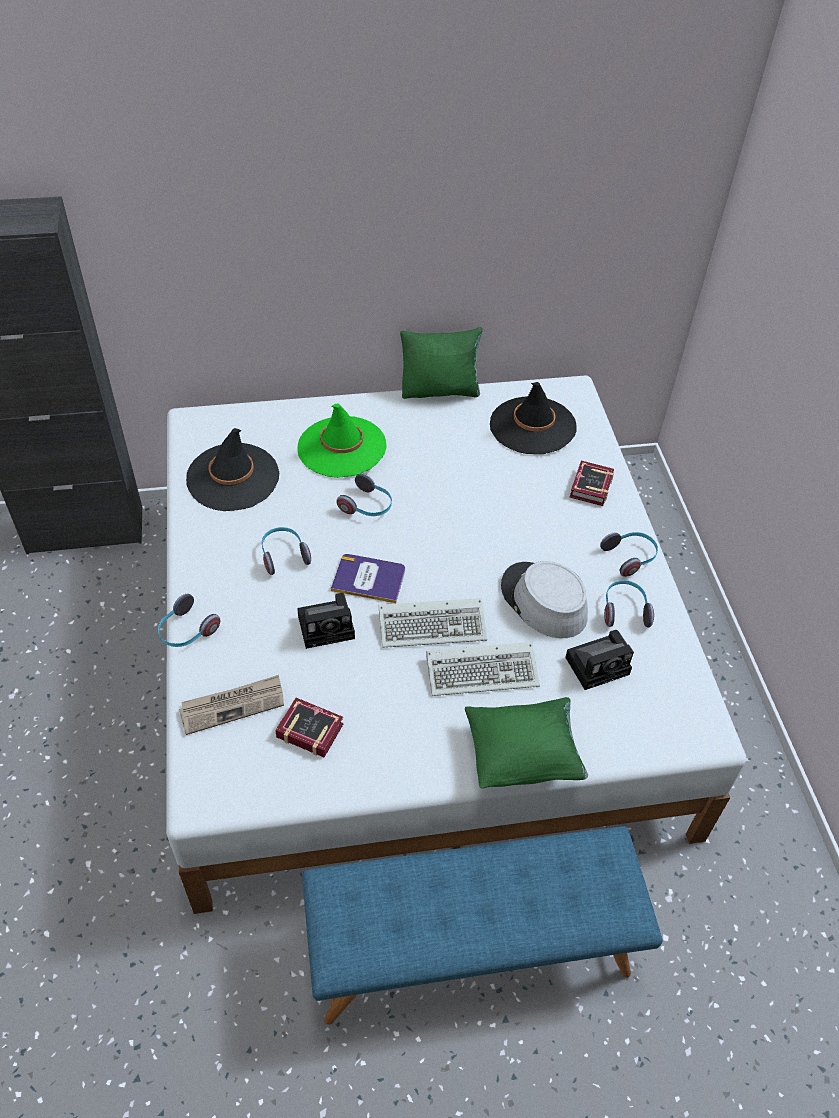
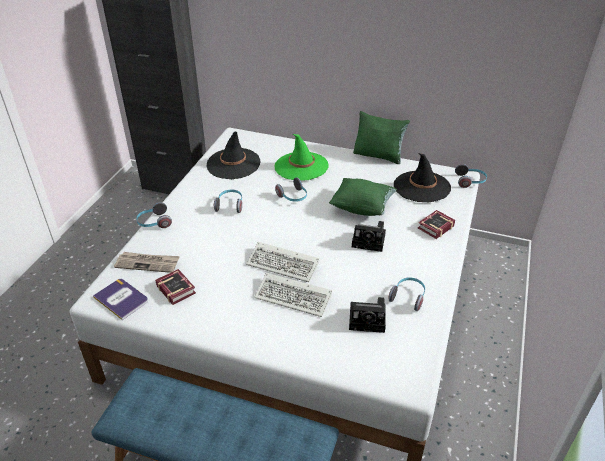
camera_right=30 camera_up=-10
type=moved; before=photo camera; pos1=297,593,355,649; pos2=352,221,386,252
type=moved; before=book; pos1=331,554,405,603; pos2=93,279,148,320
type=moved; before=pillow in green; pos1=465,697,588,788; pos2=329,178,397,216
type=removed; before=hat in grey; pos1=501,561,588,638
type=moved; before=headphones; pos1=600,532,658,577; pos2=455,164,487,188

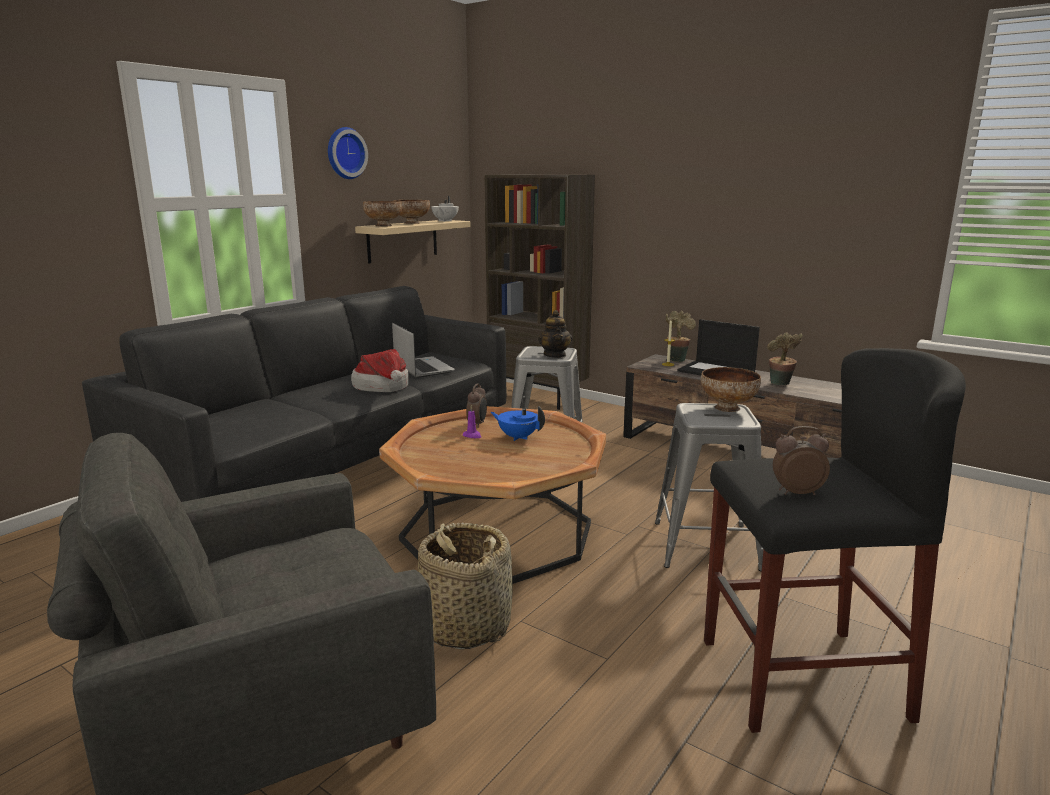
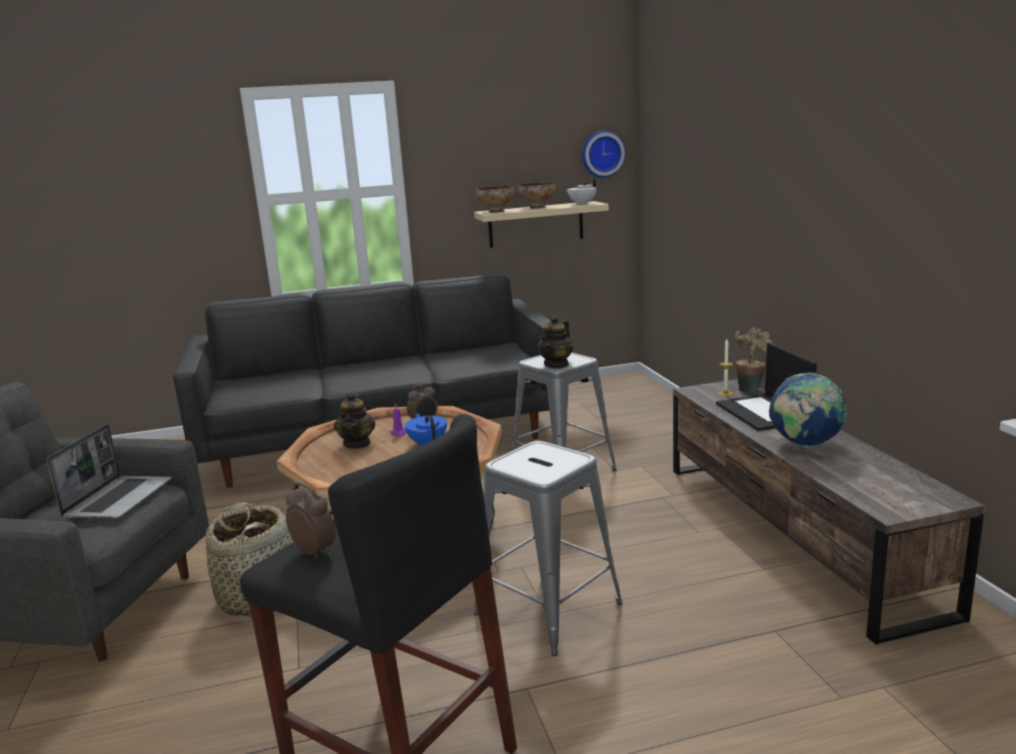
camera_right=40 camera_up=0
type=moved; before=wall clock; pos1=328,127,368,179; pos2=582,130,625,178
type=removed; before=hat; pos1=351,349,409,392
type=moved; before=laptop; pos1=392,323,455,378; pos2=47,424,172,520
type=removed; before=bookcase in brown; pos1=484,175,595,410
type=removed; before=bowl; pos1=701,367,761,412
type=replaced; before=potted plant; after=globe; pos1=767,332,803,385; pos2=769,373,848,447
type=added; after=teapot; pos2=334,392,375,449

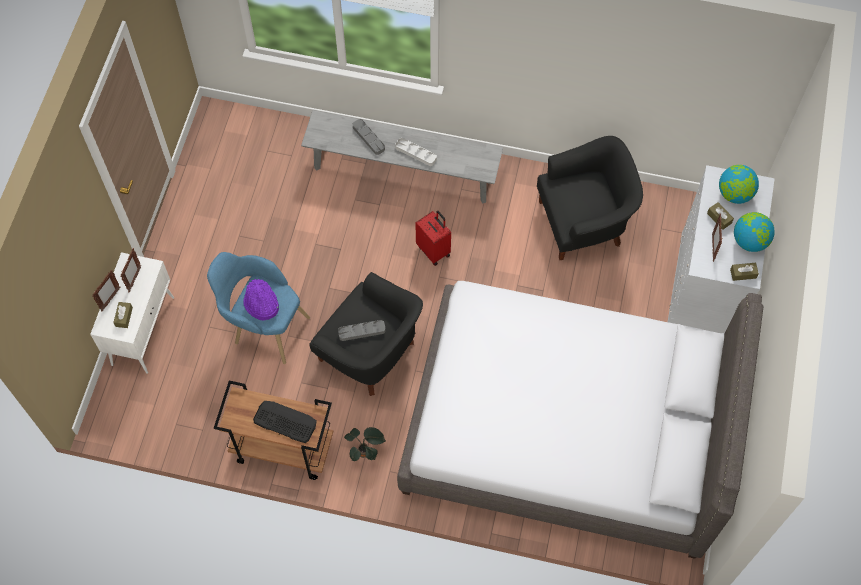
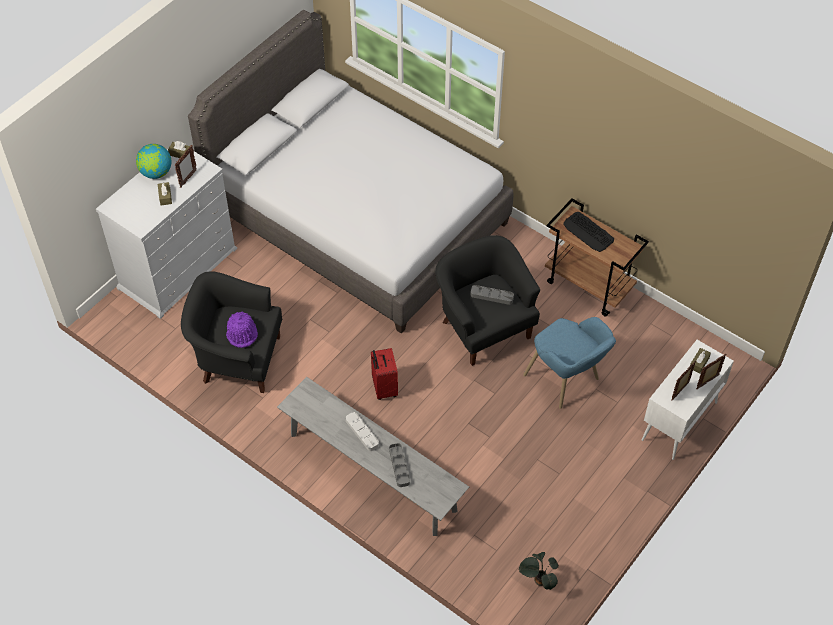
camera_right=-155 camera_up=-10
type=moved; before=hat in purple; pos1=243,279,279,320; pos2=226,312,258,348
type=moved; before=potted plant; pos1=344,427,386,461; pos2=519,552,559,590
type=removed; before=globe; pos1=719,165,759,204

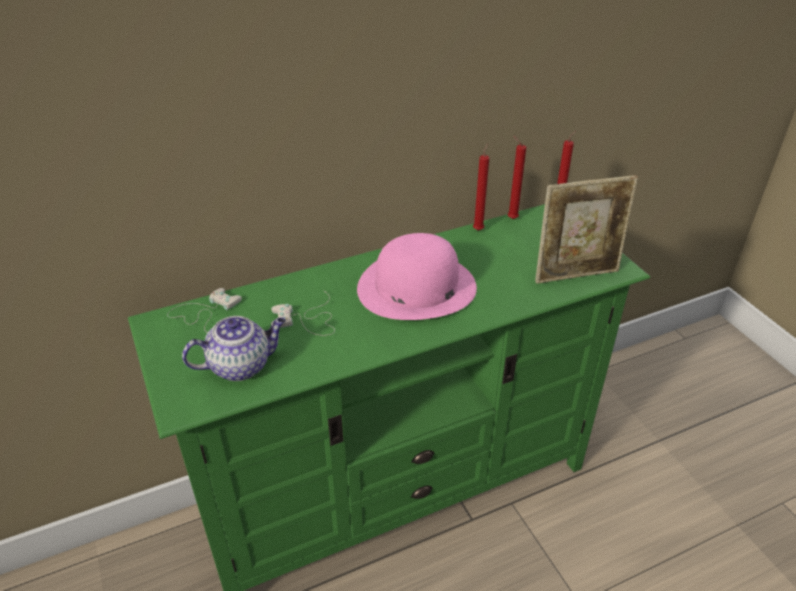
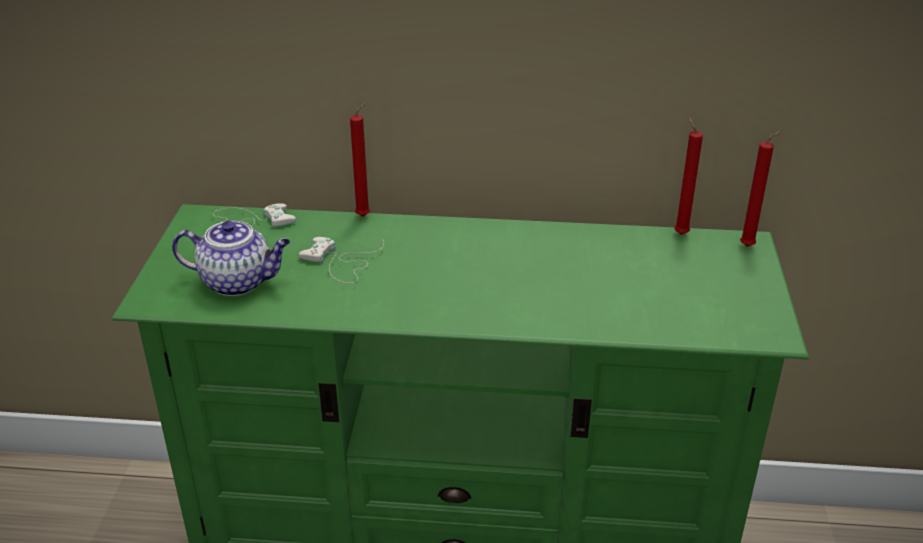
camera_right=30 camera_up=-5
type=removed; before=hat in pink; pos1=357,233,477,320
type=moved; before=candle in red; pos1=473,144,489,231; pos2=350,102,370,216
type=removed; before=picture frame; pos1=535,175,638,284

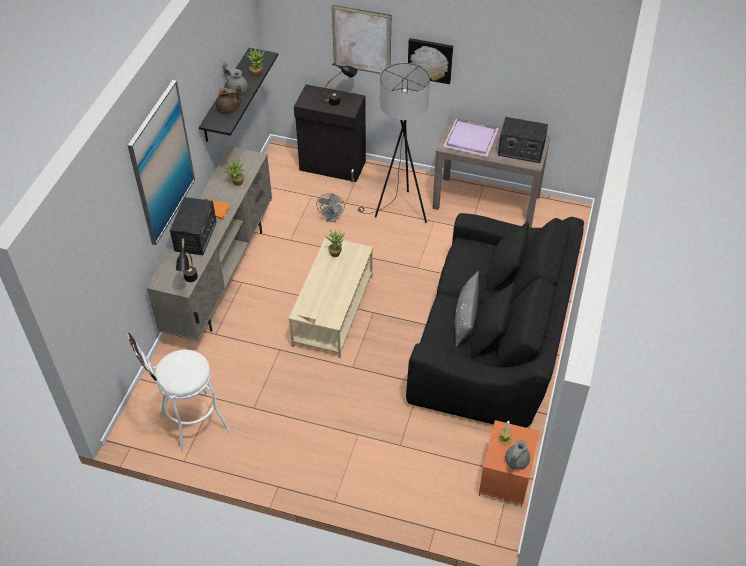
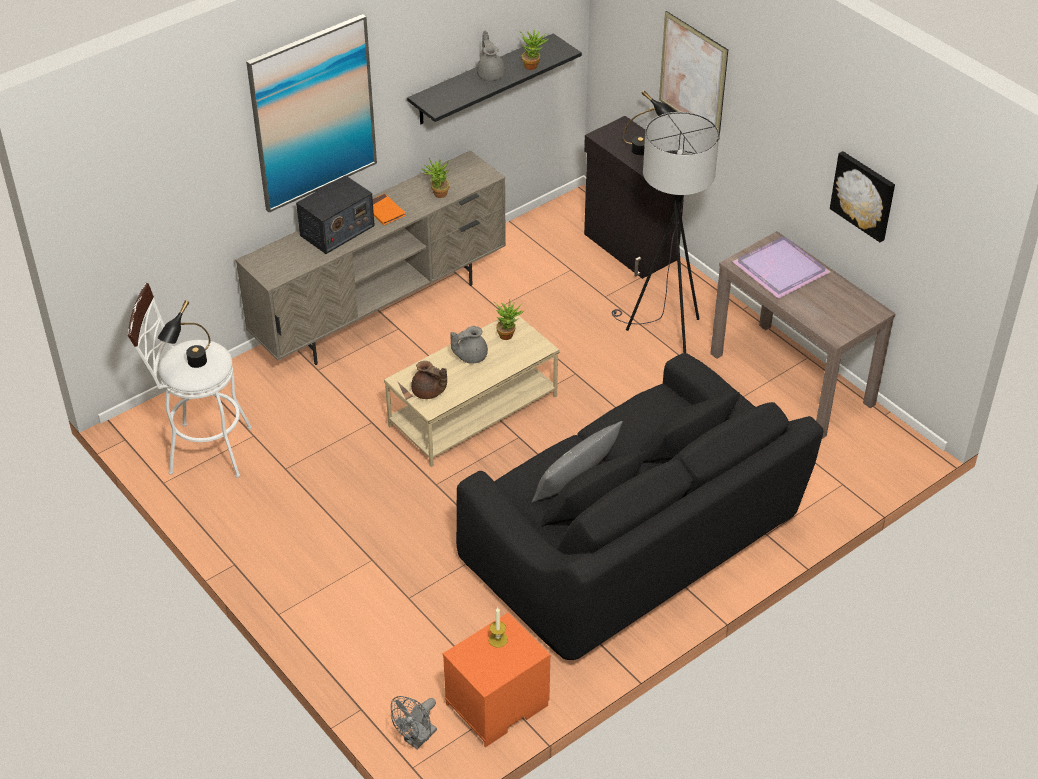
camera_right=35 camera_up=-5
type=moved; before=table lamp in black; pos1=176,238,198,282; pos2=157,300,210,368
type=moved; before=teapot in brown; pos1=216,85,242,114; pos2=411,361,447,399
type=moved; before=fan in grey; pos1=316,193,345,222; pos2=391,696,437,749
type=moved; before=picture; pos1=408,38,453,84; pos2=830,151,895,243
type=removed; before=radio; pos1=498,117,548,163
type=moved; before=teapot in grey; pos1=505,440,530,470; pos2=451,326,488,364

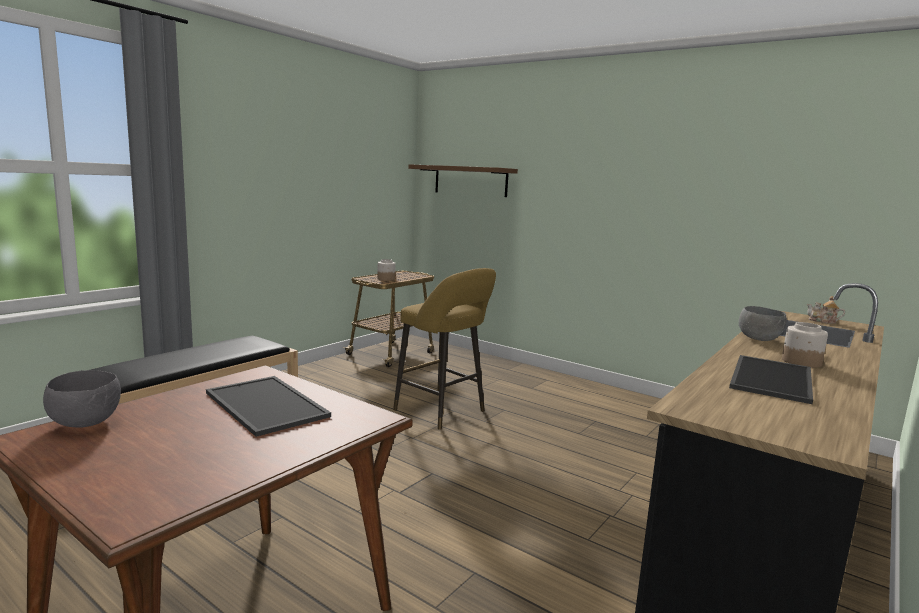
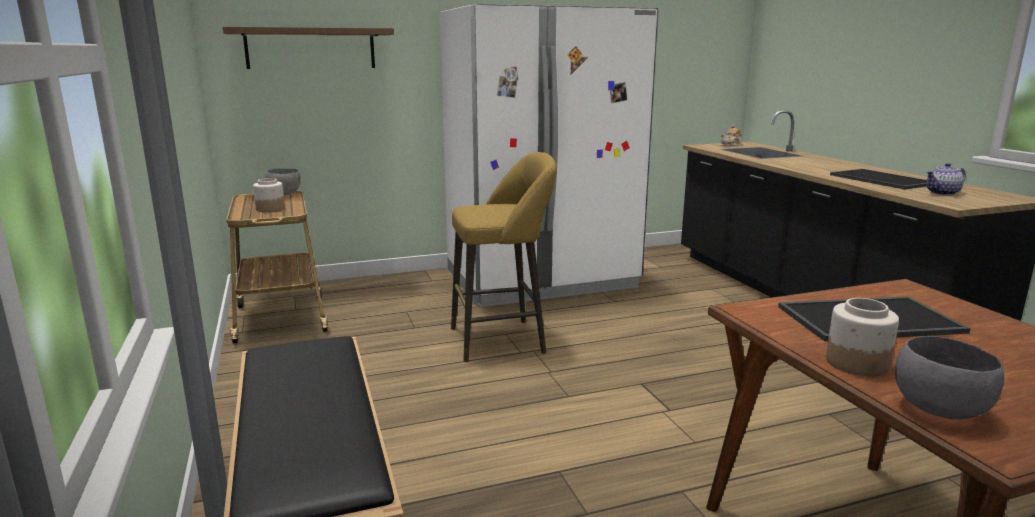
camera_right=-55 camera_up=5
type=moved; before=bowl in grey; pos1=739,306,787,341; pos2=265,168,301,195
type=moved; before=jar; pos1=782,322,828,368; pos2=826,298,899,376
type=added; after=fridge in white; pos2=439,4,659,307
type=added; after=teapot; pos2=926,163,966,196

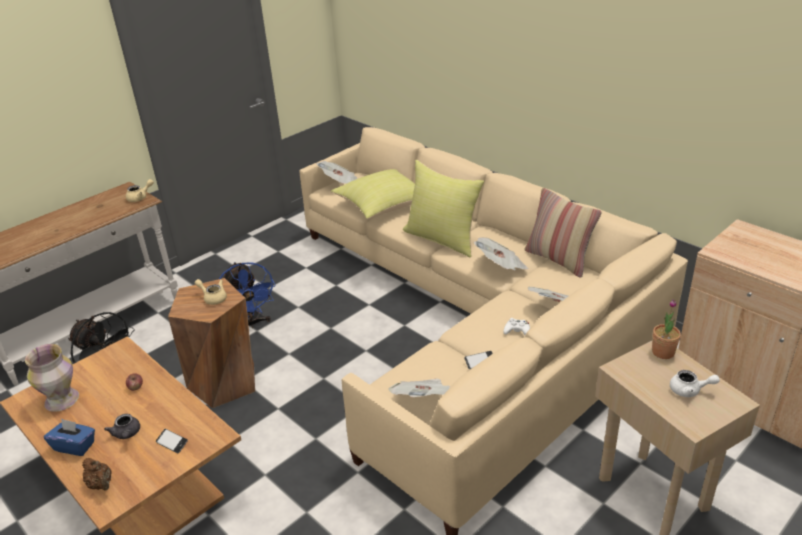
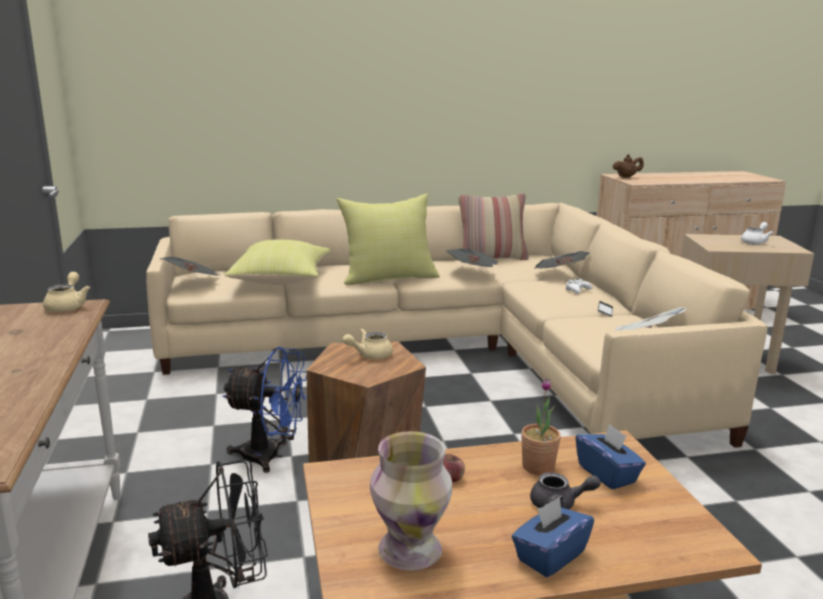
camera_right=-60 camera_up=-15
type=moved; before=teapot in brown; pos1=82,457,112,490; pos2=613,154,644,178
type=replaced; before=phone; after=tissue box in blue; pos1=156,429,188,453; pos2=576,424,646,489
type=moved; before=potted plant; pos1=652,299,681,359; pos2=521,378,561,475

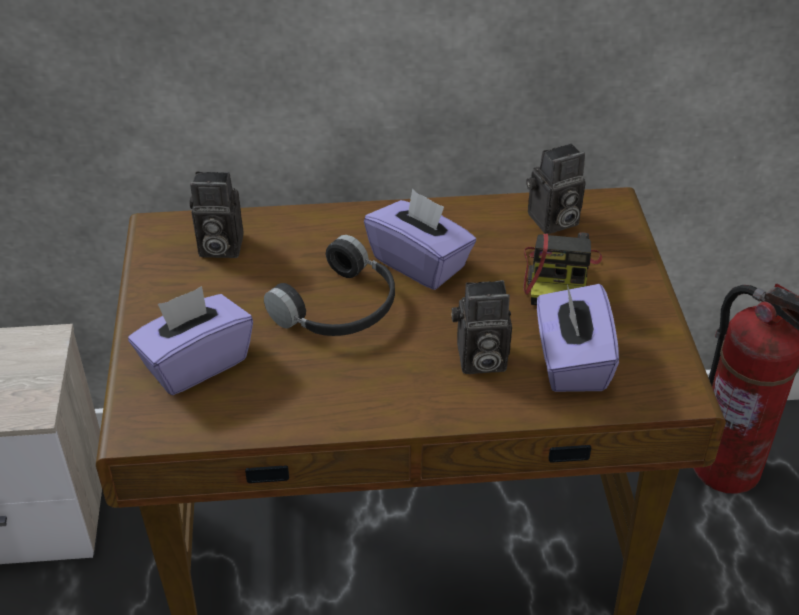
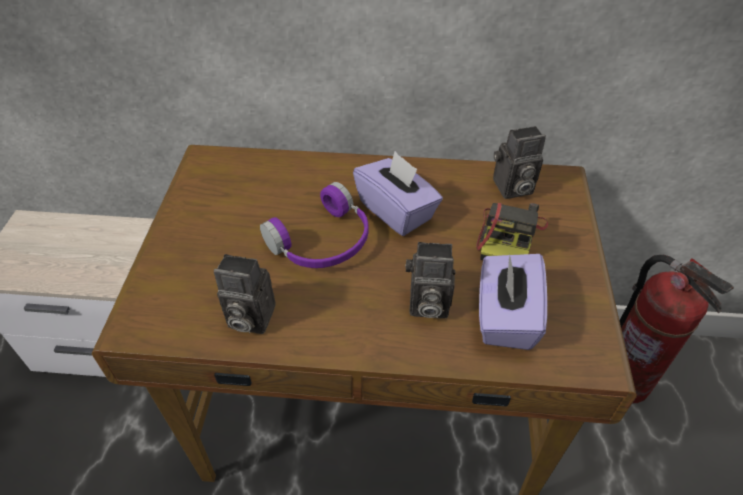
camera_right=10 camera_up=5
type=removed; before=tissue box in purple; pos1=128,286,253,395
type=moved; before=photo camera; pos1=190,171,244,258; pos2=214,254,276,334
type=recoloured; before=headphones in black; after=headphones in purple; pos1=264,235,395,336; pos2=260,182,368,268

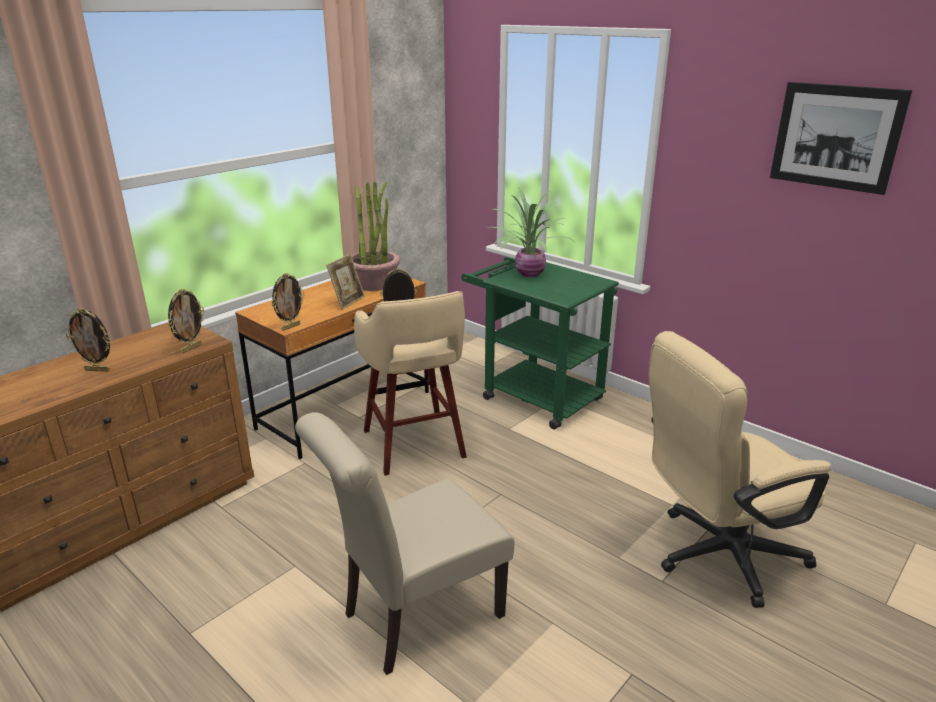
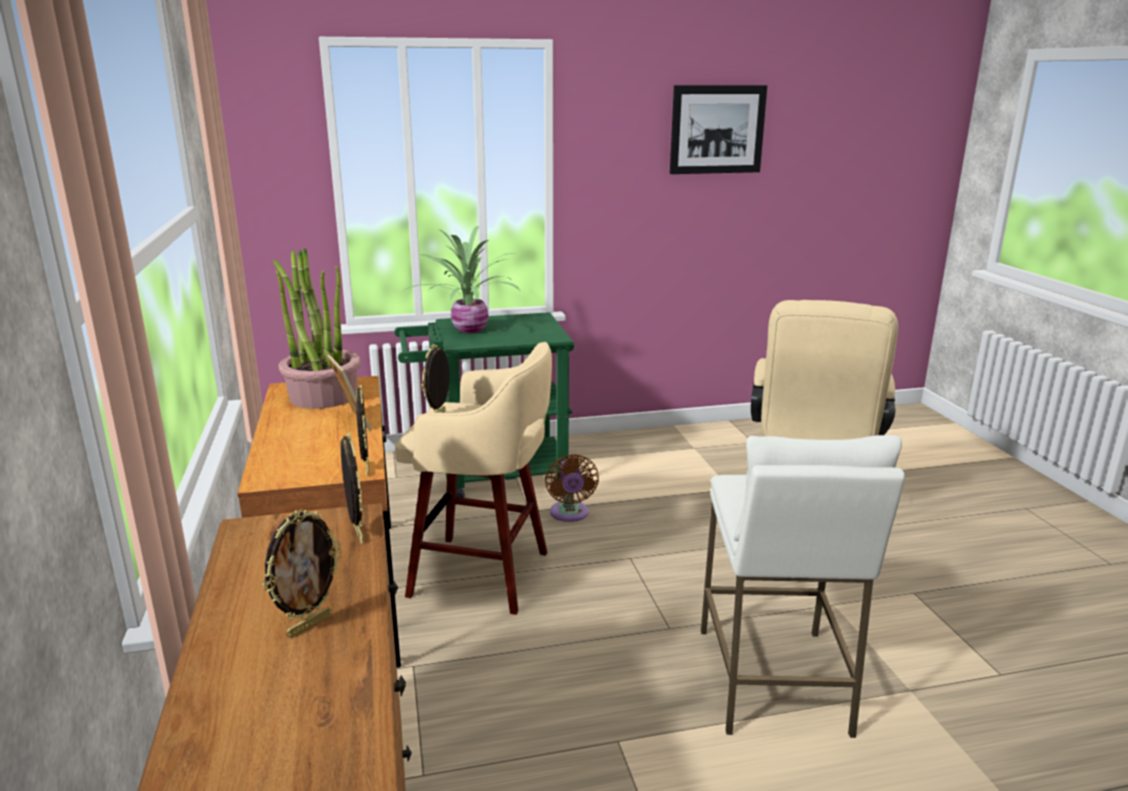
camera_right=-55 camera_up=-5
type=replaced; before=chair in beige; after=stool in white; pos1=295,412,515,675; pos2=701,435,905,738
type=added; after=fan in brown; pos2=545,454,599,522

